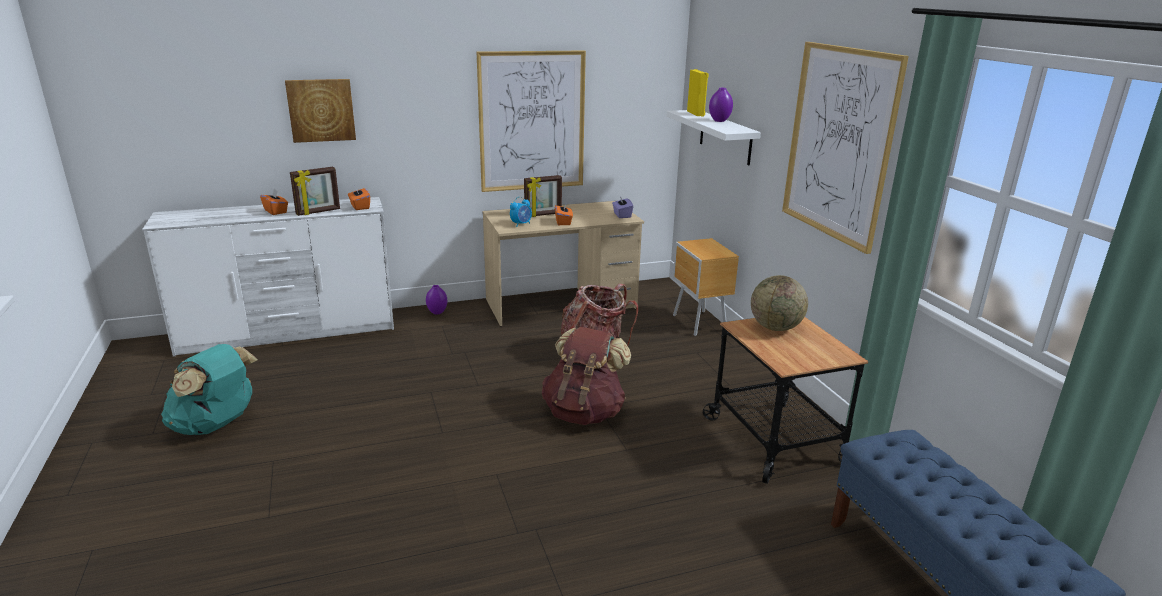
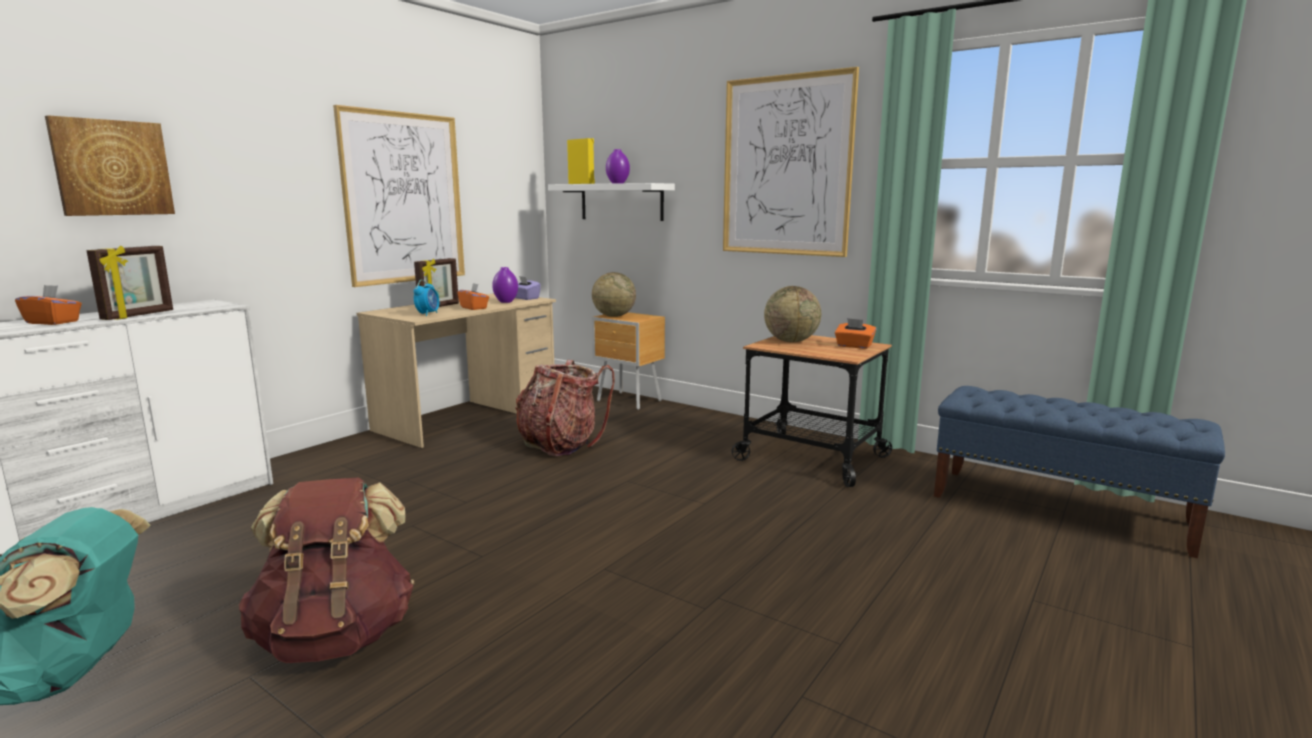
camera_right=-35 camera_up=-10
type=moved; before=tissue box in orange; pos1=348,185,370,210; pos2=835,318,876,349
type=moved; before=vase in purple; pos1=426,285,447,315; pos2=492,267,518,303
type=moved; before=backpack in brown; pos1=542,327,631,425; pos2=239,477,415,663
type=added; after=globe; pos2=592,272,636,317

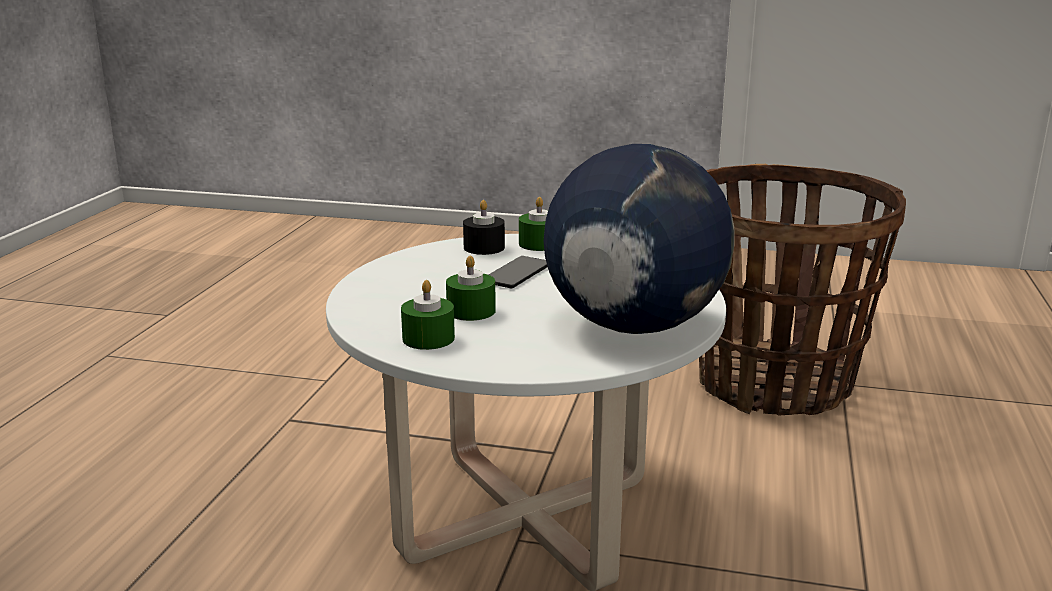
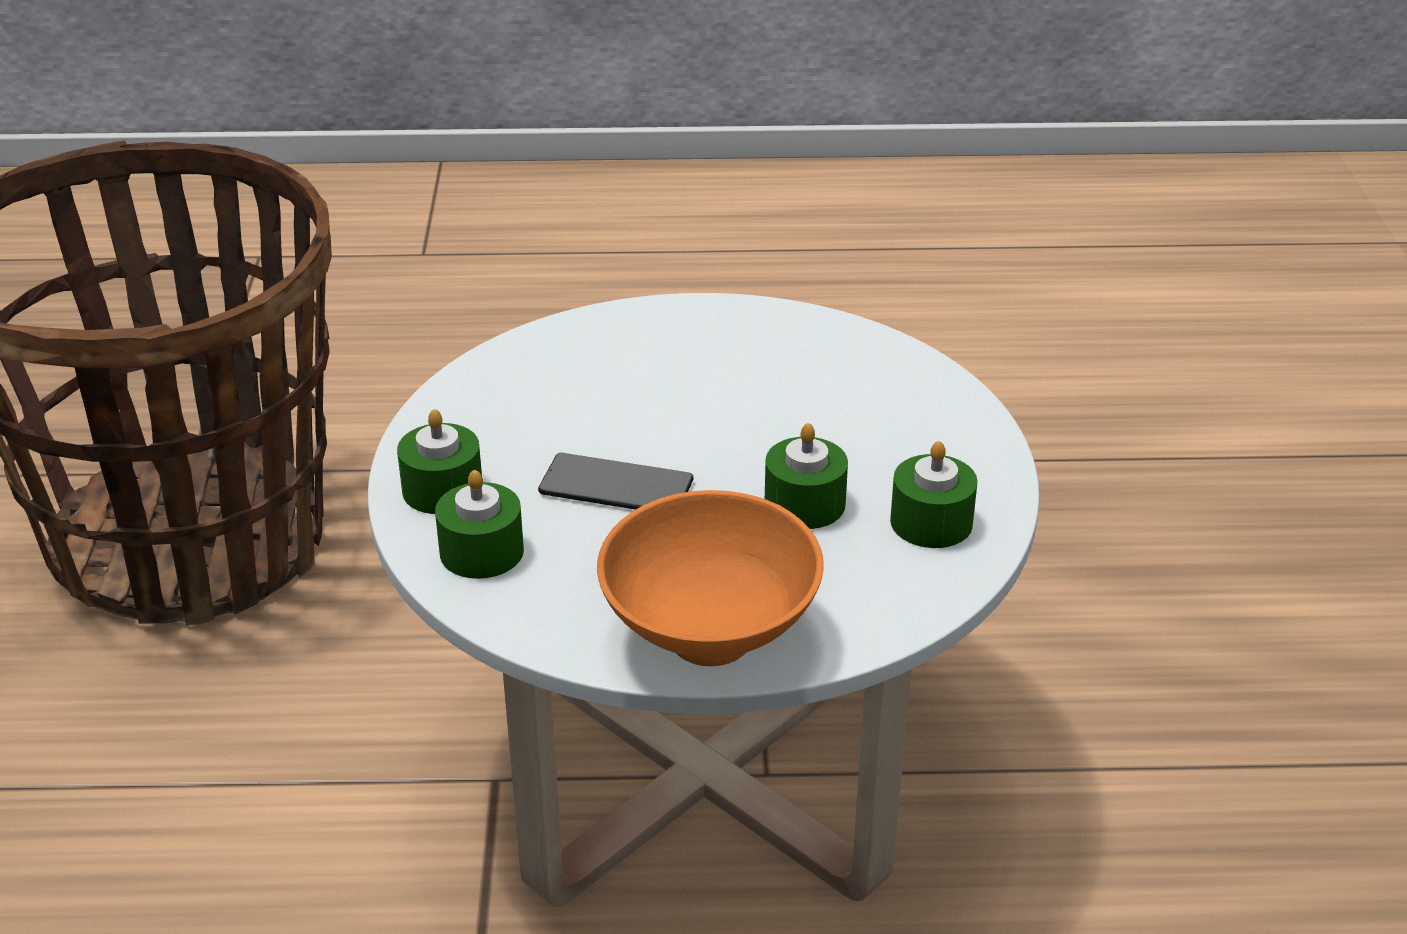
camera_right=-105 camera_up=15
type=recoloured; before=candle in black; after=candle in green; pos1=463,200,505,255; pos2=435,470,524,579
type=removed; before=globe; pos1=544,144,735,334
type=added; after=bowl in orange; pos2=597,490,824,666

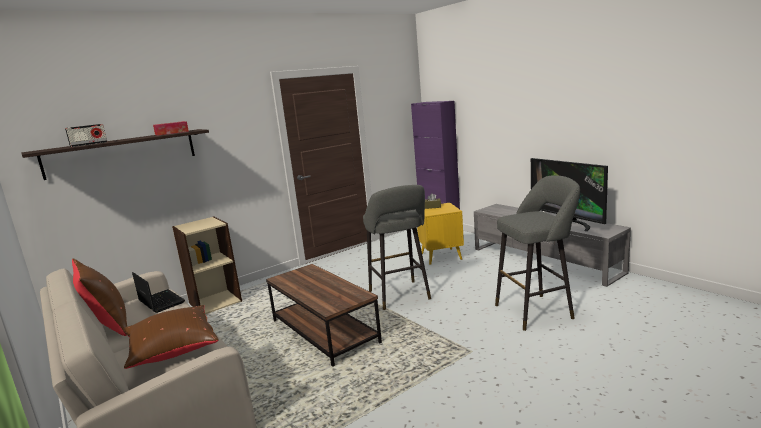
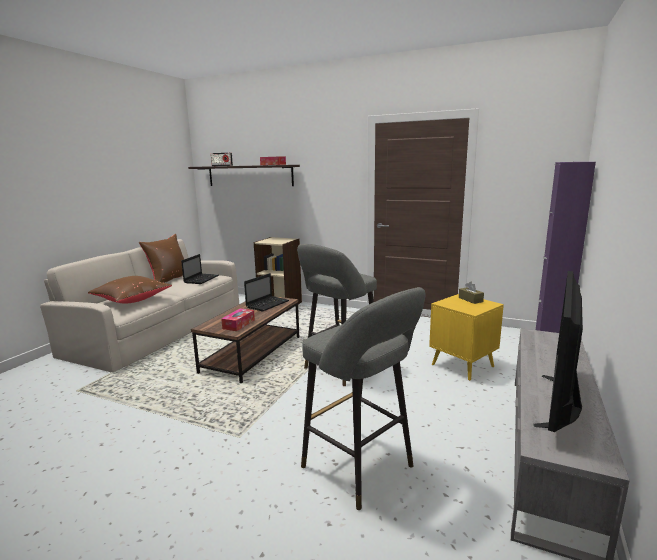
camera_right=60 camera_up=0
type=added; after=tissue box; pos2=221,308,255,331
type=added; after=laptop; pos2=244,273,289,312

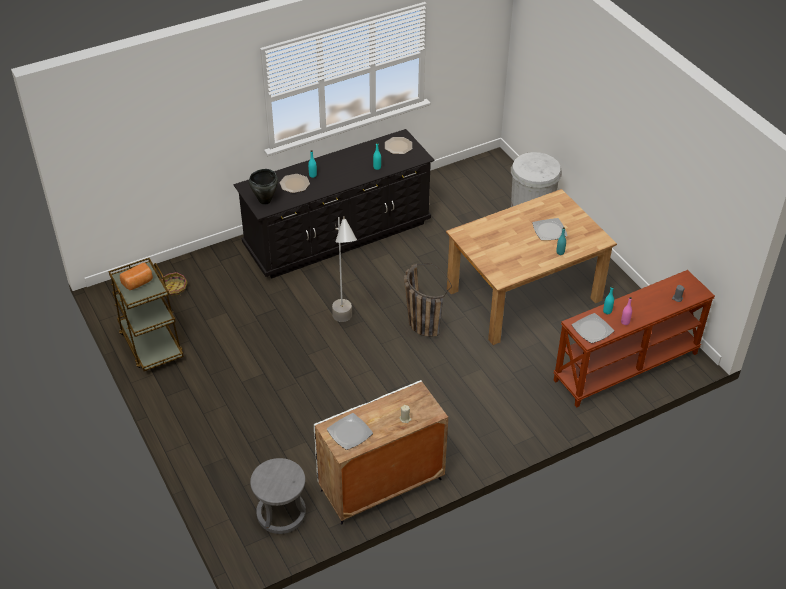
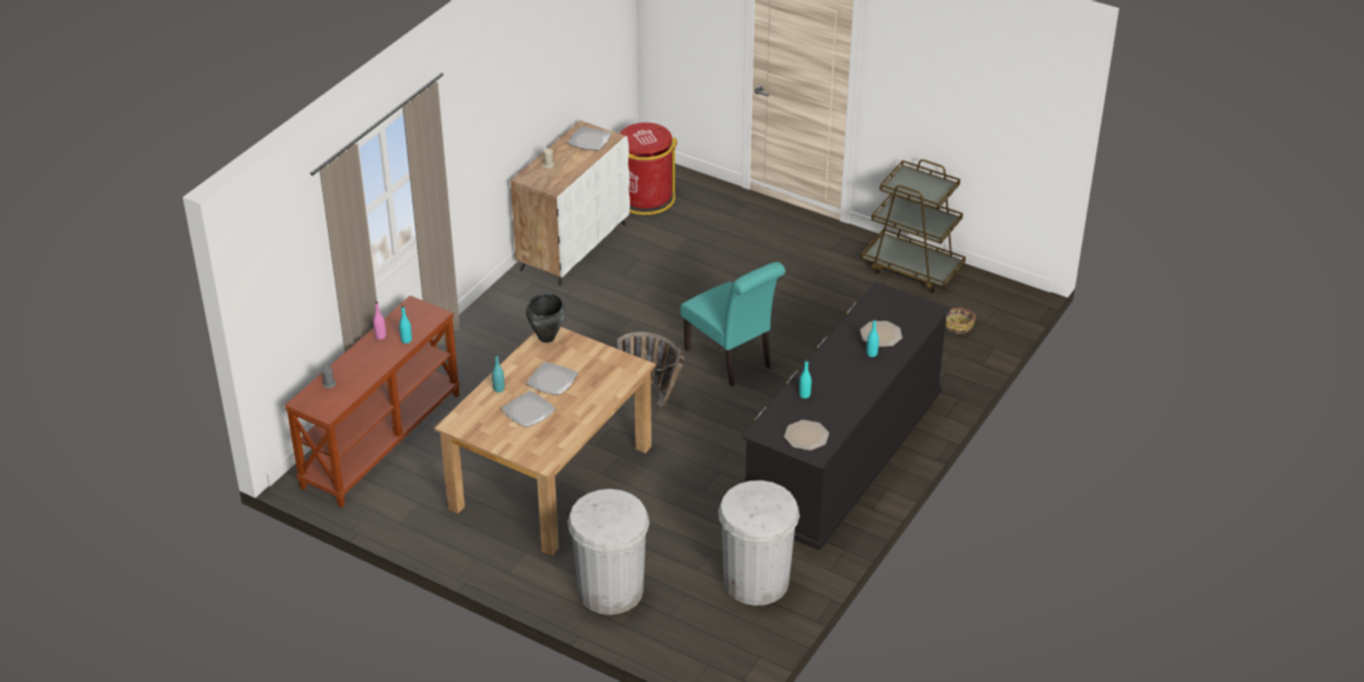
camera_right=150 camera_up=-5
type=removed; before=bread; pos1=120,263,153,290
type=moved; before=cooking pot in black; pos1=249,169,278,205; pos2=526,293,565,343
type=replaced; before=stool in grey; after=trash can in red; pos1=250,458,306,534; pos2=619,122,677,215
type=replaced; before=floor lamp in grey; after=chair in turquoise; pos1=332,216,357,322; pos2=680,262,785,386
type=moved; before=plate; pos1=572,313,614,343; pos2=526,361,578,395
type=added; after=trash can in white; pos2=718,480,800,606

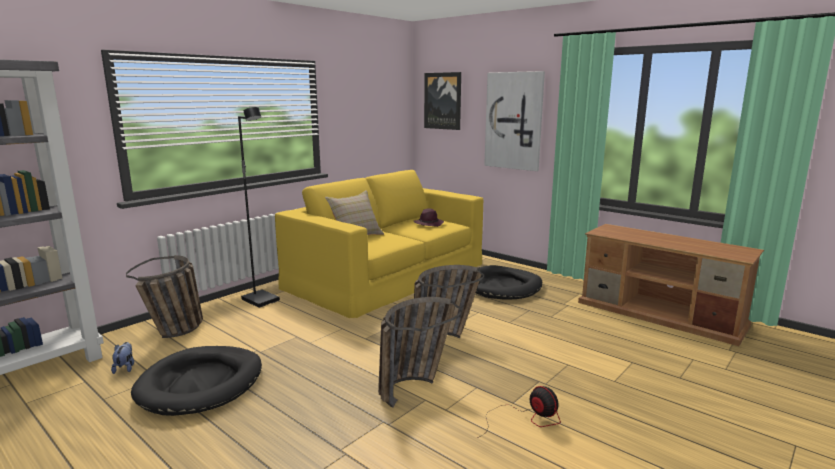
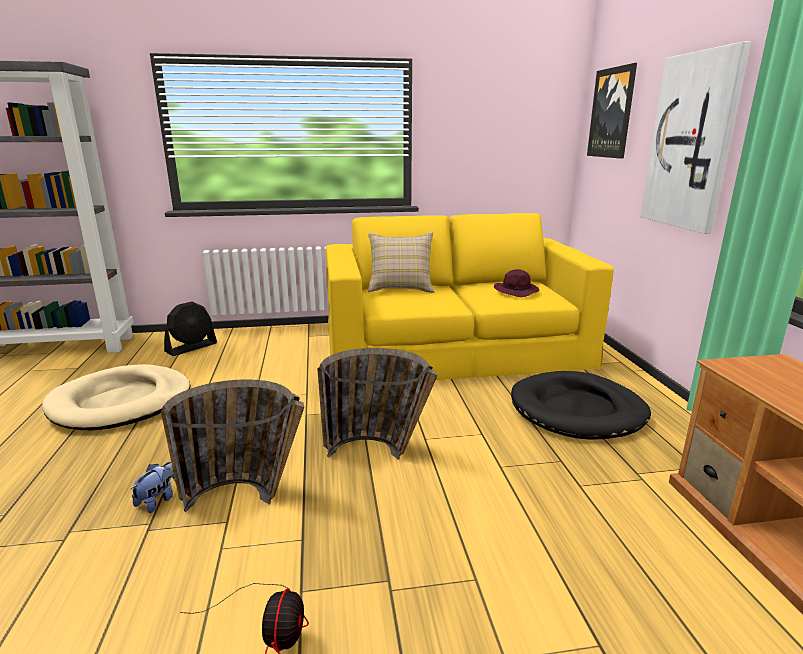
camera_right=40 camera_up=5
type=moved; before=plush toy; pos1=111,342,134,374; pos2=130,462,175,513
type=replaced; before=basket; after=fan in black; pos1=126,255,203,338; pos2=164,302,217,356
type=recoloured; before=dog bed in black; after=dog bed in beige; pos1=131,346,262,416; pos2=42,364,191,430
type=removed; before=floor lamp in black; pos1=238,107,280,308

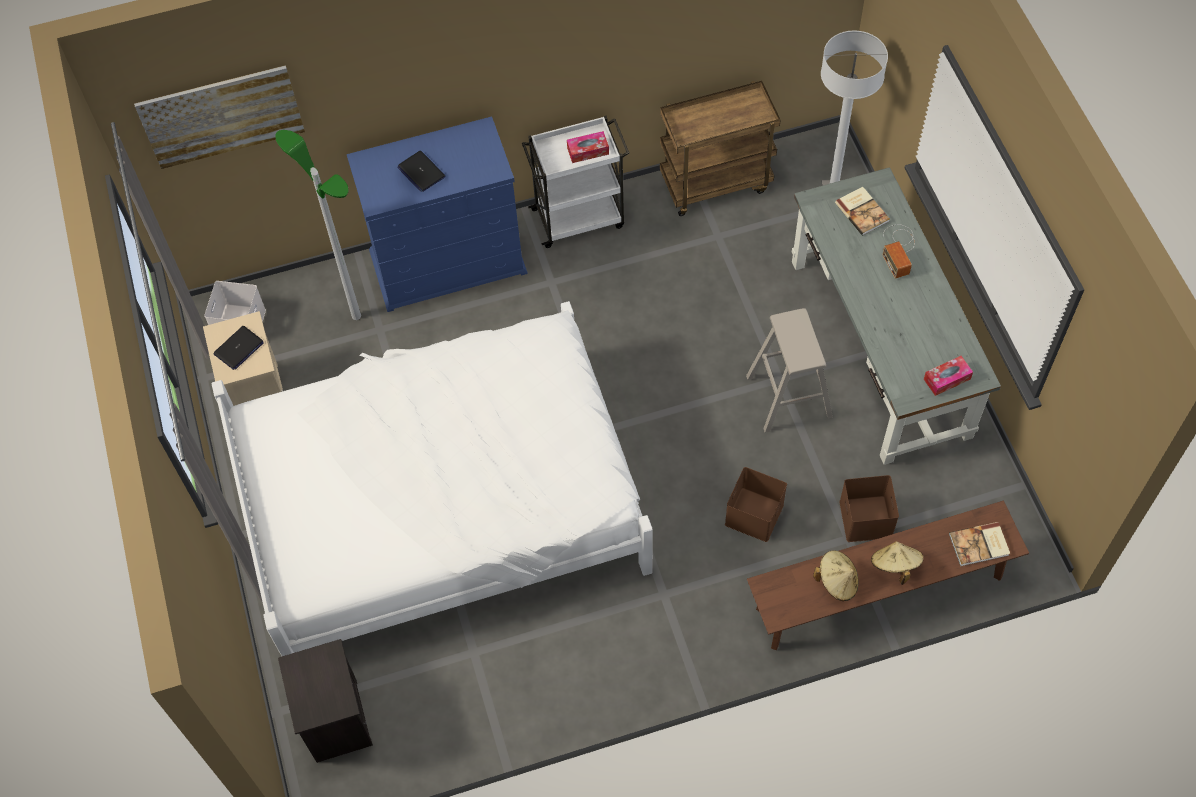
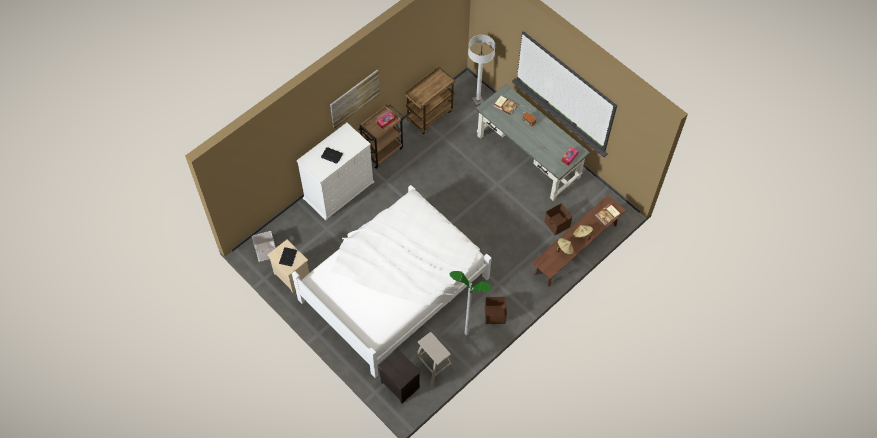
camera_right=-30 camera_up=0
type=moved; before=picture; pos1=134,65,305,169; pos2=330,69,380,129
type=moved; before=floor lamp; pos1=275,130,361,320; pos2=450,271,492,335
type=recoloured; before=dresser in blue; after=dresser in white; pos1=347,116,528,312; pos2=297,123,374,221
type=recoloured; before=cart in white; after=cart in brown; pos1=522,116,629,248; pos2=358,105,404,169
type=moved; before=storage box in brown; pos1=725,467,787,542; pos2=485,297,507,324
type=moved; before=stool in beige; pos1=746,308,833,433; pos2=413,332,456,389

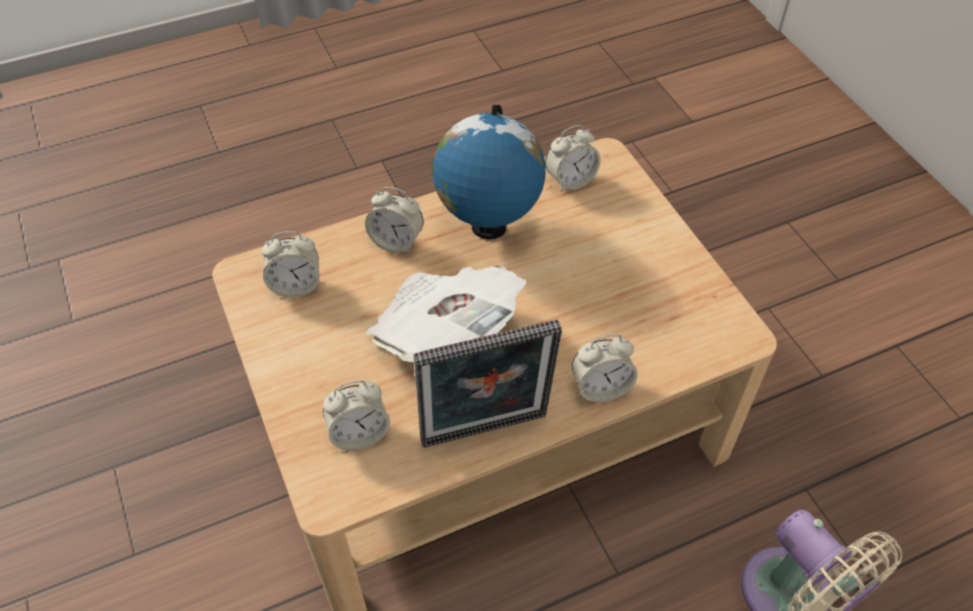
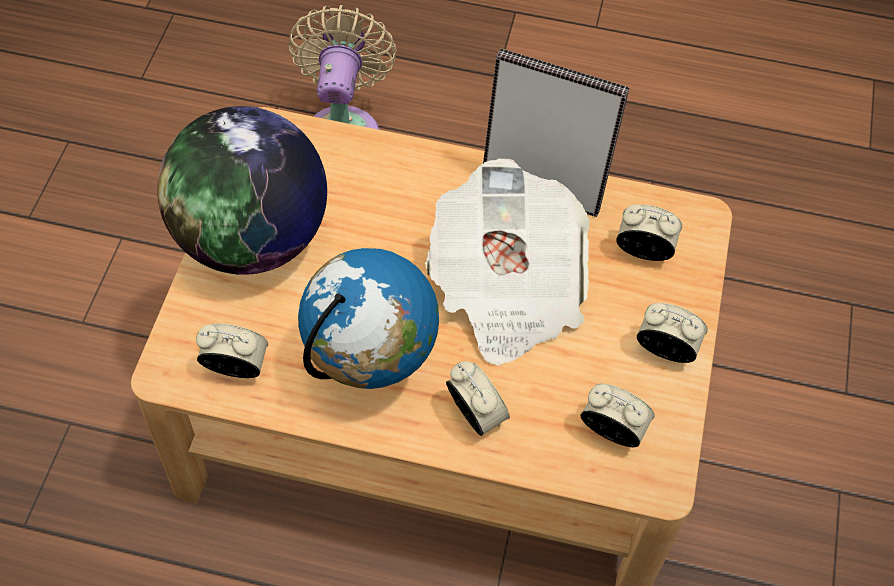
camera_right=-145 camera_up=5
type=moved; before=alarm clock; pos1=572,335,638,403; pos2=637,303,708,363
type=added; after=globe; pos2=157,106,327,275

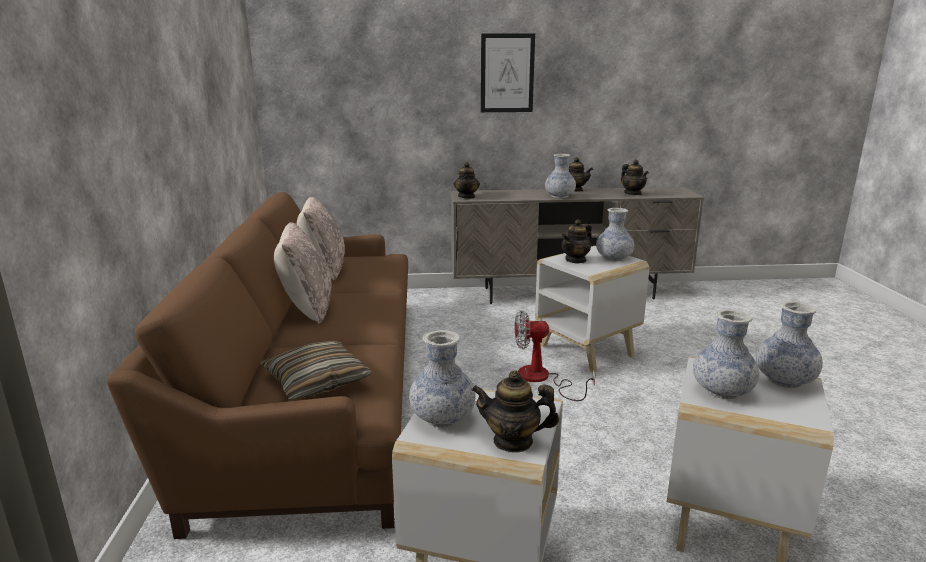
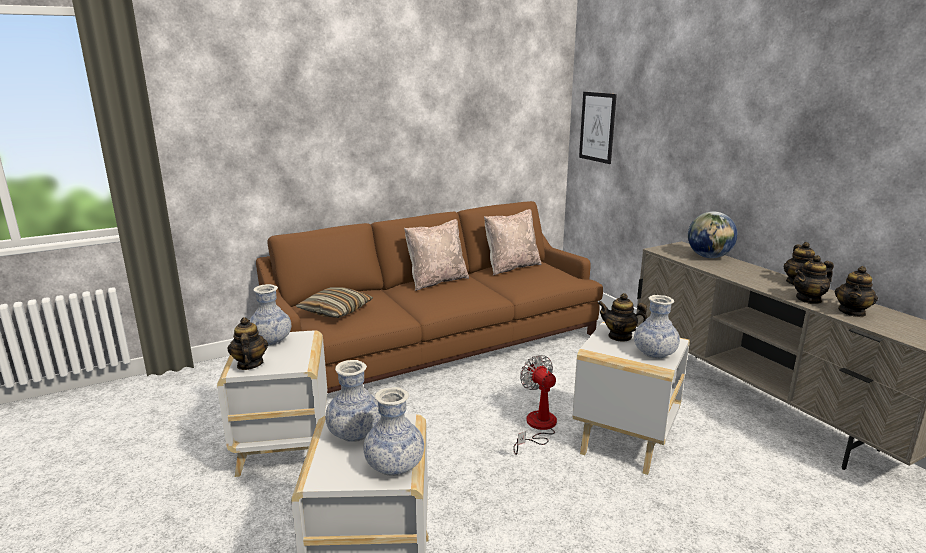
camera_right=65 camera_up=0
type=moved; before=teapot; pos1=454,162,480,199; pos2=794,255,834,304
type=moved; before=picture; pos1=481,33,535,112; pos2=579,92,617,164
type=removed; before=vase; pos1=545,154,576,198
type=added; after=globe; pos2=688,211,737,258

